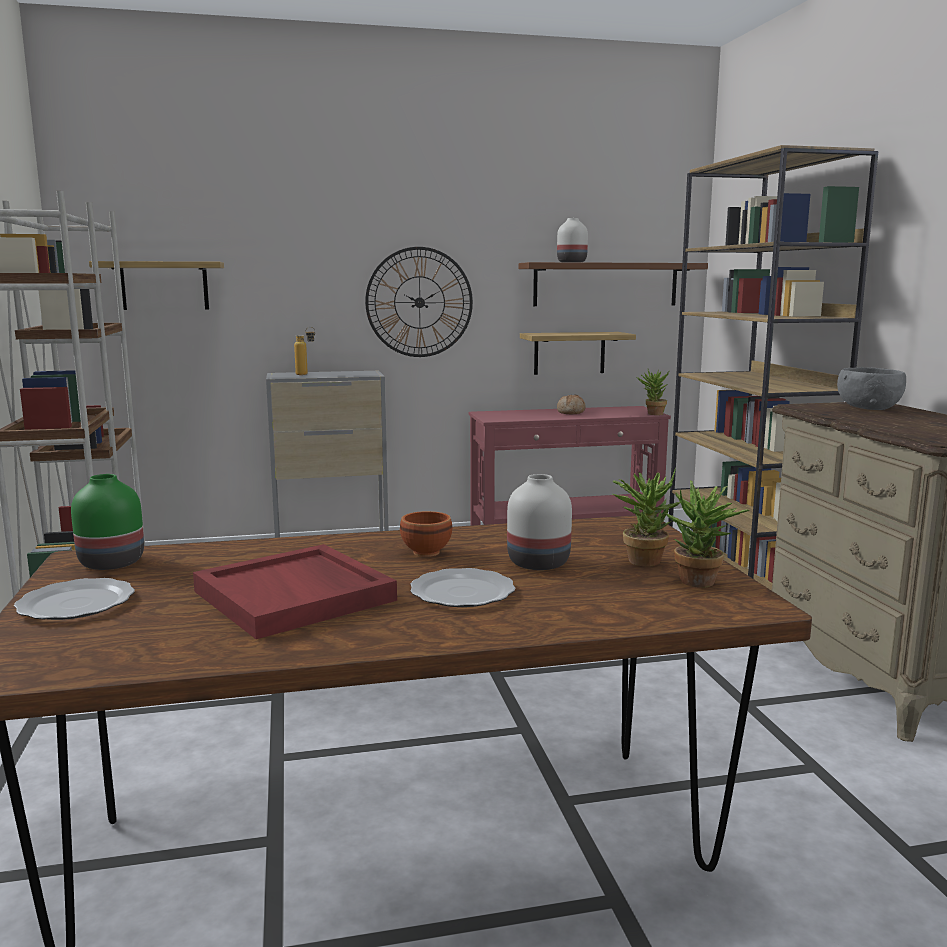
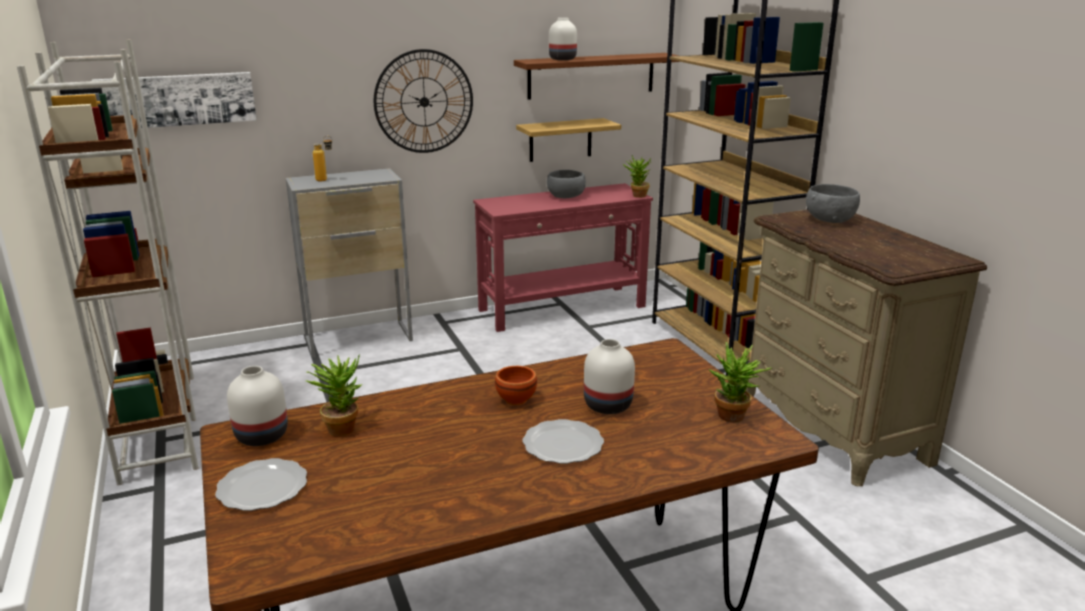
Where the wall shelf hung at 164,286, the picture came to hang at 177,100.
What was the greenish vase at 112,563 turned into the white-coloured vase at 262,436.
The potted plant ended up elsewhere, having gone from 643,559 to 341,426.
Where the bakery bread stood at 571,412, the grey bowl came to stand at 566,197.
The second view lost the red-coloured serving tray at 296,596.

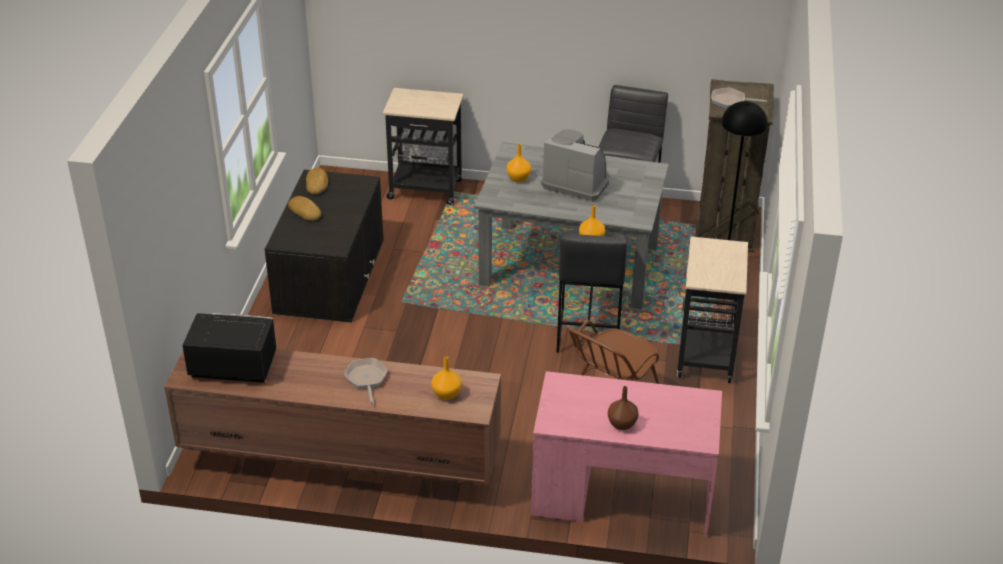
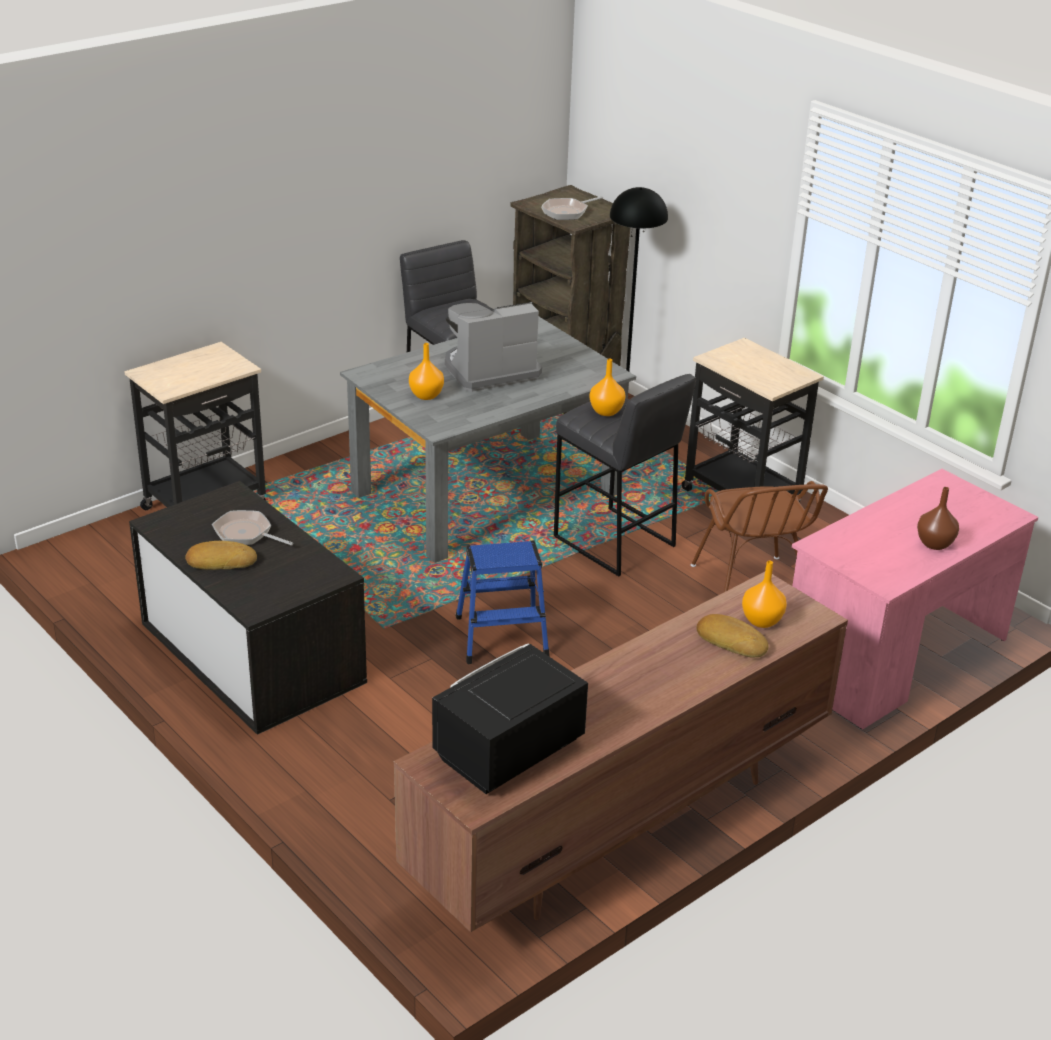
The skillet ended up elsewhere, having gone from 366,379 to 246,534.
The second view gained the blue-coloured step stool at 501,635.
The bakery bread ended up elsewhere, having gone from 317,184 to 732,640.

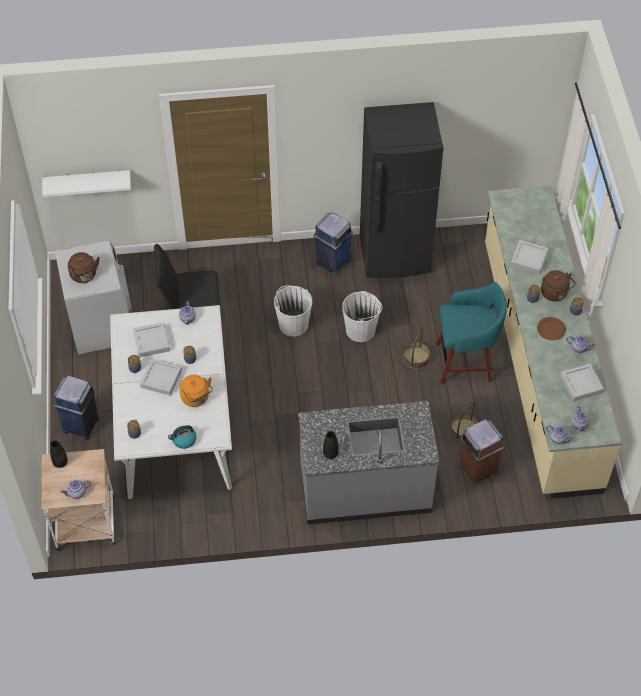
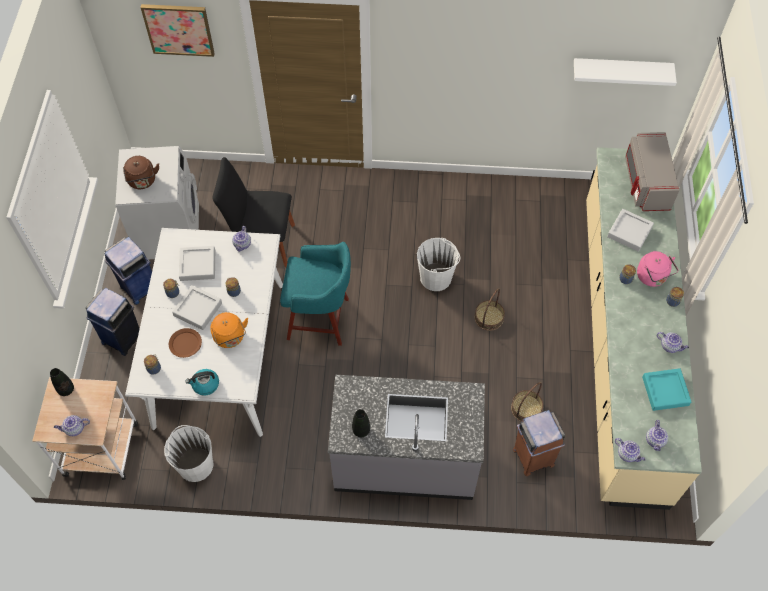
The blue-coloured waste bin ended up elsewhere, having gone from 332,262 to 138,288.
The second view gained the picture at 178,29.
The white-coloured bucket ended up elsewhere, having gone from 293,324 to 195,464.
The brownish dinner plate ended up elsewhere, having gone from 551,329 to 185,343.
The turquoise stool ended up elsewhere, having gone from 465,362 to 320,319.
The white-coloured wall shelf ended up elsewhere, having gone from 87,182 to 621,70.
The second view gained the grey microwave at 646,183.
What was the brownish kettle at 555,294 turned into the pink-coloured kettle at 652,277.
What was the grey serving tray at 581,384 turned into the turquoise serving tray at 665,391.
The second view lost the black kitchen fridge at 394,255.

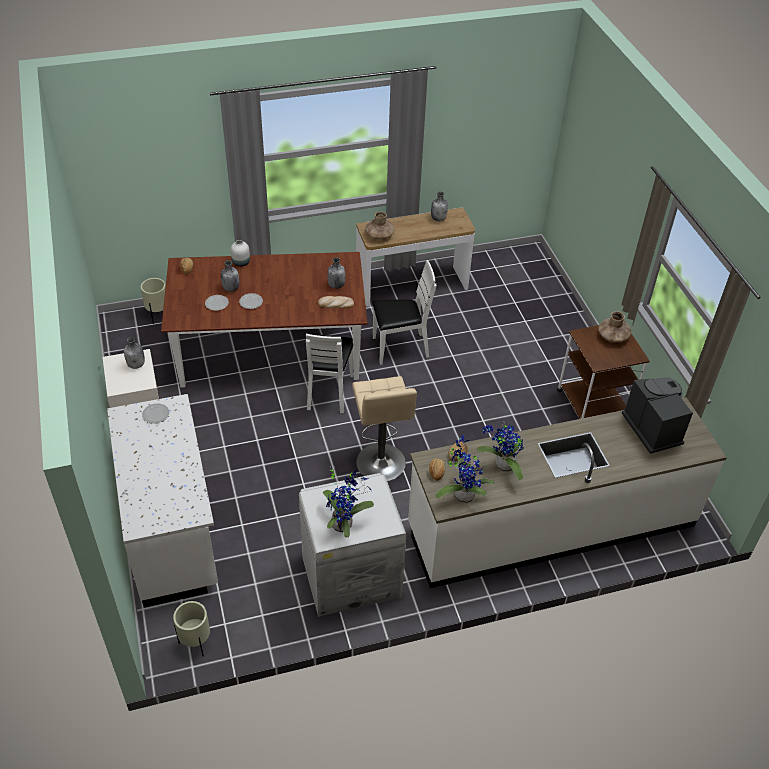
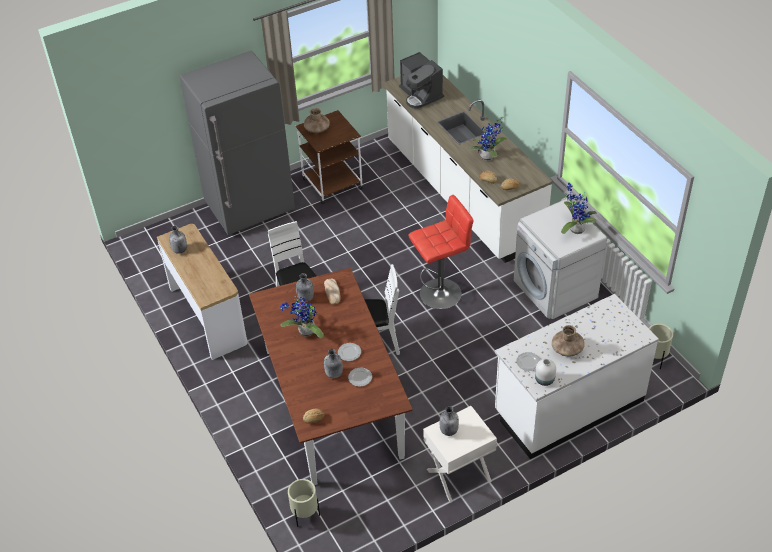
The second view gained the grey kitchen fridge at 251,210.
The potted plant ended up elsewhere, having gone from 462,494 to 305,332.
The coffee maker at 652,428 ended up facing another way, 90 degrees counterclockwise from before.
What was the beige-coloured stool at 380,463 turned into the red-coloured stool at 441,294.
The white-coloured vase ended up elsewhere, having gone from 241,262 to 544,380.
The brownish vase ended up elsewhere, having gone from 379,235 to 567,349.

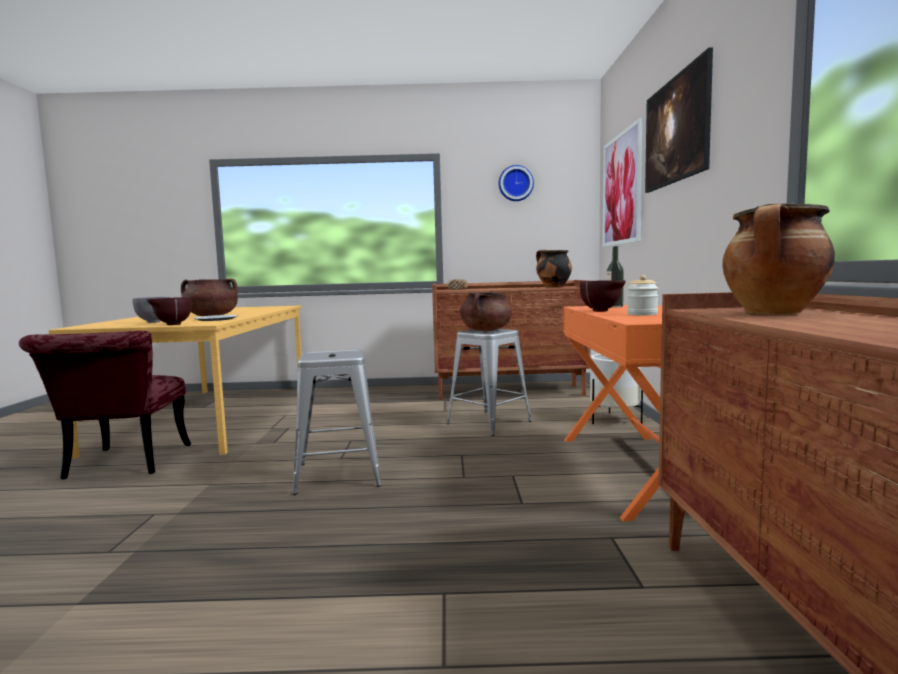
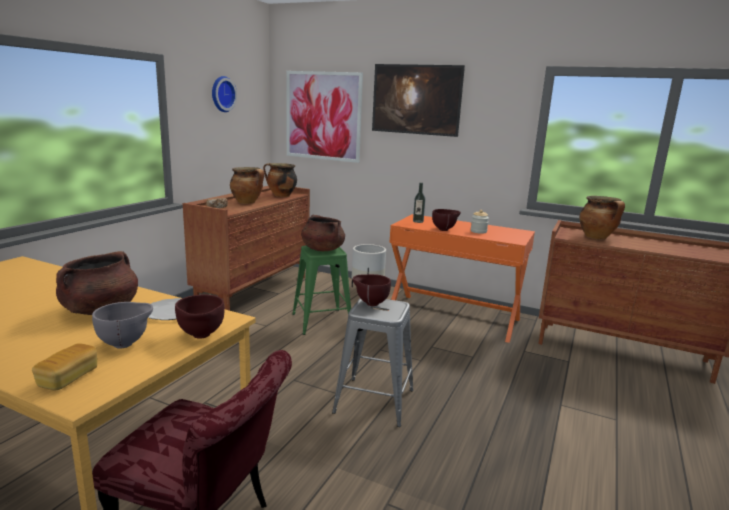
The second view gained the bakery bread at 68,378.
The second view gained the saucepot at 247,202.
What was the grey stool at 489,422 turned into the greenish stool at 321,321.
The second view gained the brownish bowl at 370,303.

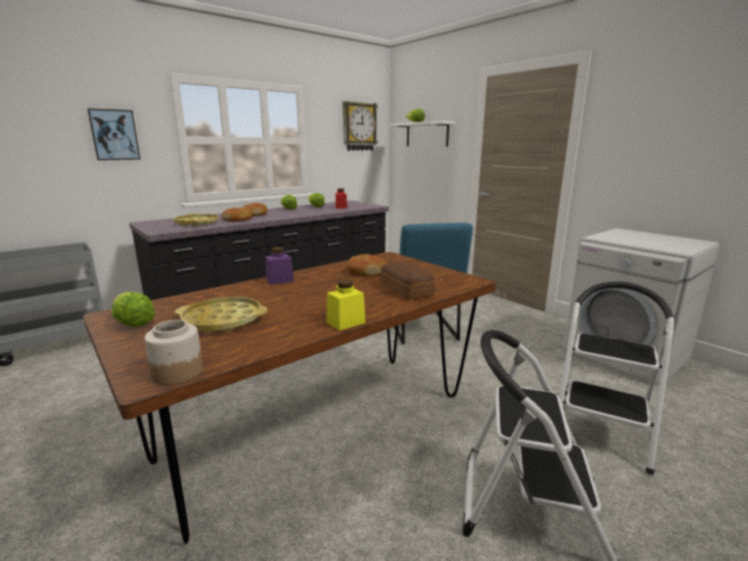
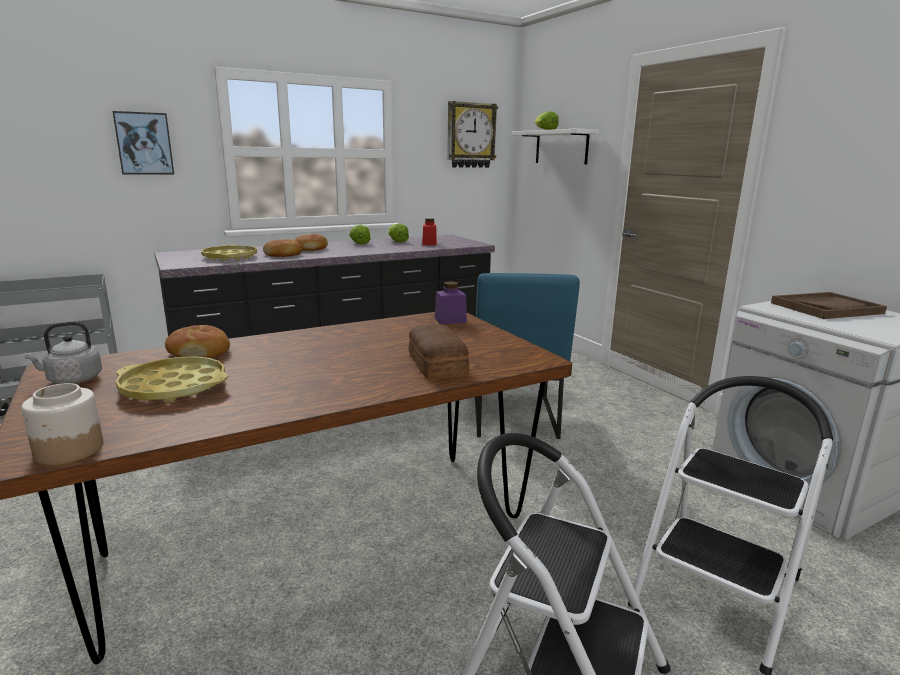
Where the head of lettuce stood at 133,322, the grey kettle came to stand at 72,380.
The bakery bread ended up elsewhere, having gone from 366,272 to 199,352.
The purple jar ended up elsewhere, having gone from 280,280 to 450,320.
The second view gained the brownish serving tray at 826,308.
The second view lost the yellowish jar at 346,322.

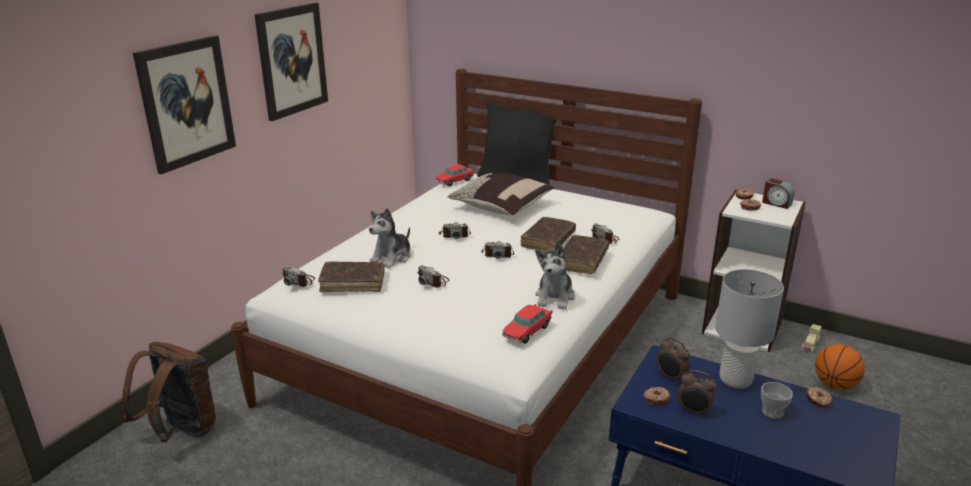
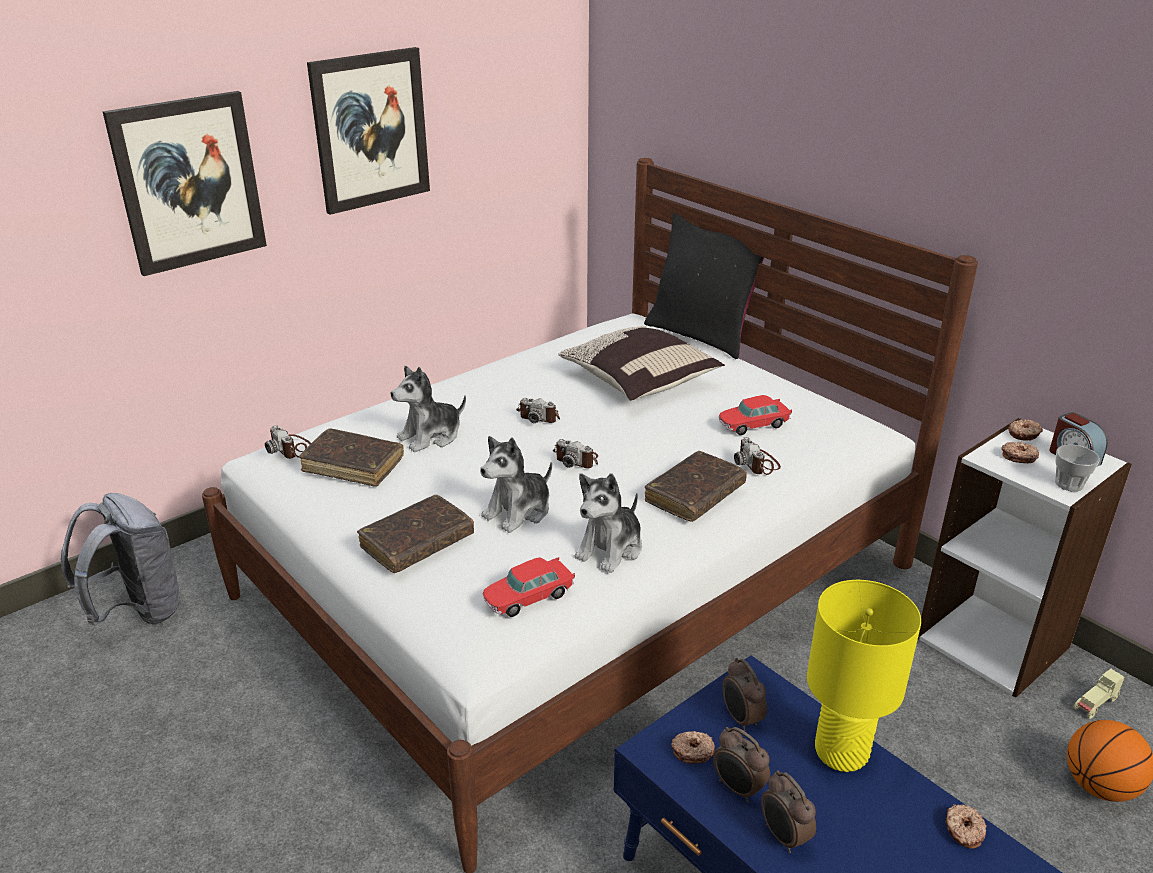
What was the brownish knapsack at 181,431 turned into the grey knapsack at 138,611.
The brownish bound book ended up elsewhere, having gone from 548,240 to 417,543.
The second view gained the cuddly toy at 519,511.
The toy car ended up elsewhere, having gone from 454,181 to 753,425.
The second view gained the table clock at 783,837.
What was the grey lamp for a table at 735,382 turned into the yellowish lamp for a table at 841,757.
The drinking cup ended up elsewhere, having gone from 772,412 to 1069,484.
The second view lost the photo camera at 433,281.

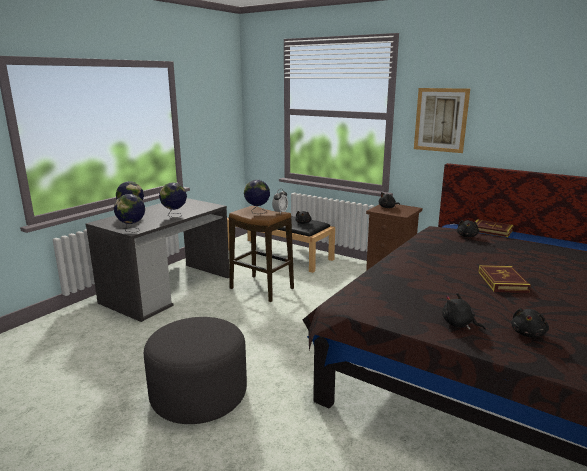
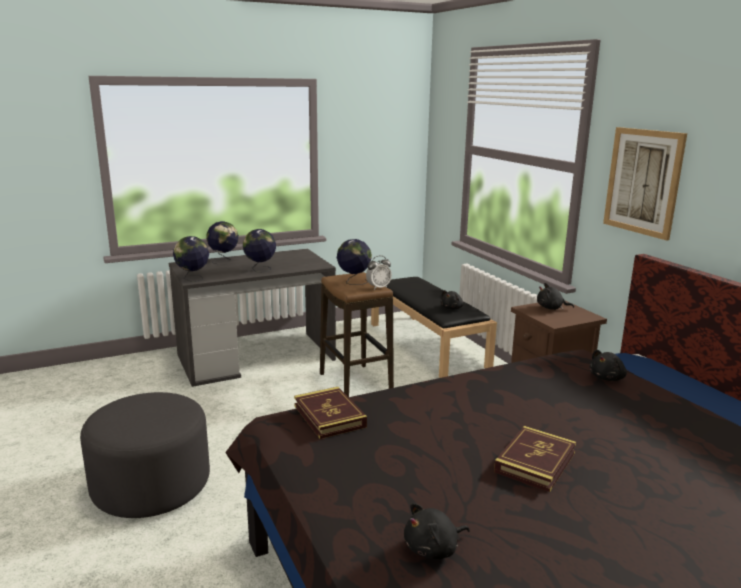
The bound book ended up elsewhere, having gone from 491,230 to 329,416.
The second view lost the black cuddly toy at 459,324.

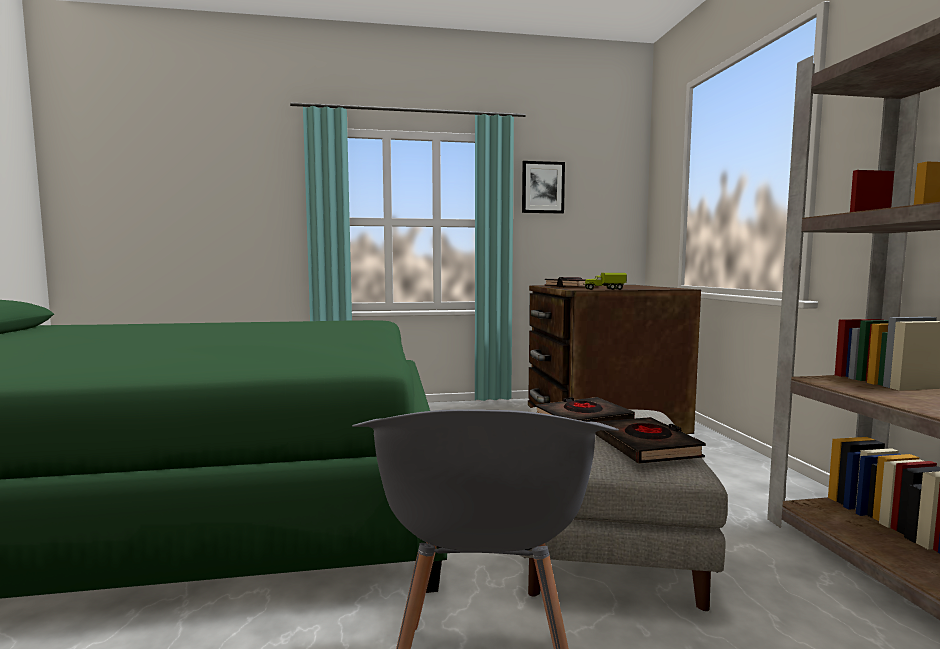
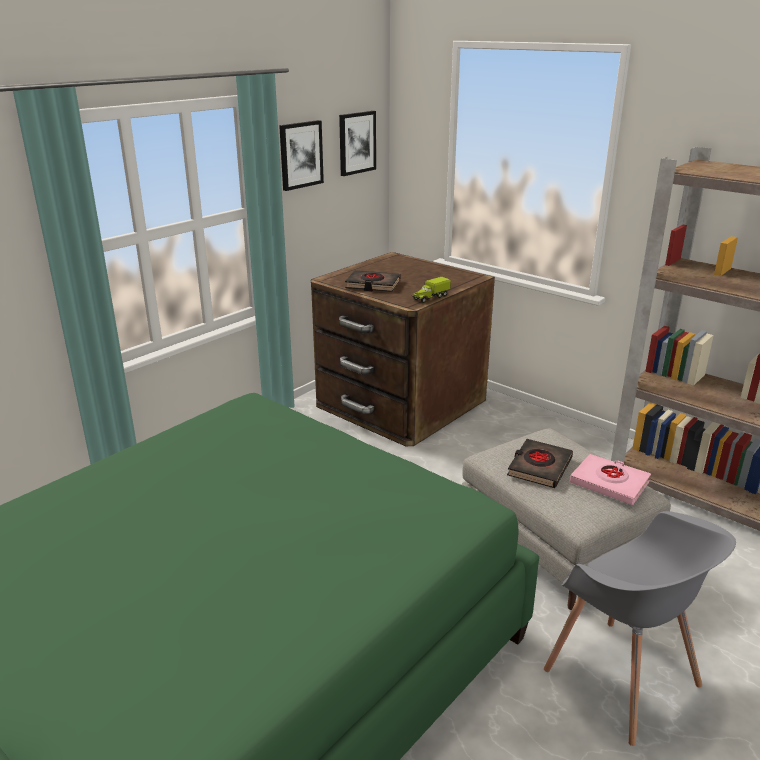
The second view gained the picture at 356,143.
What was the black bound book at 645,446 turned into the pink-coloured bound book at 609,483.

